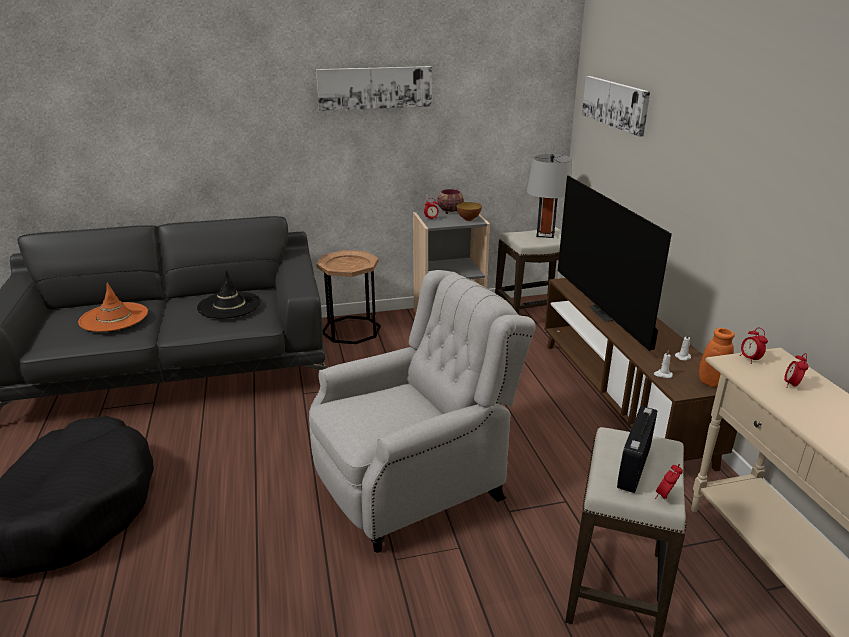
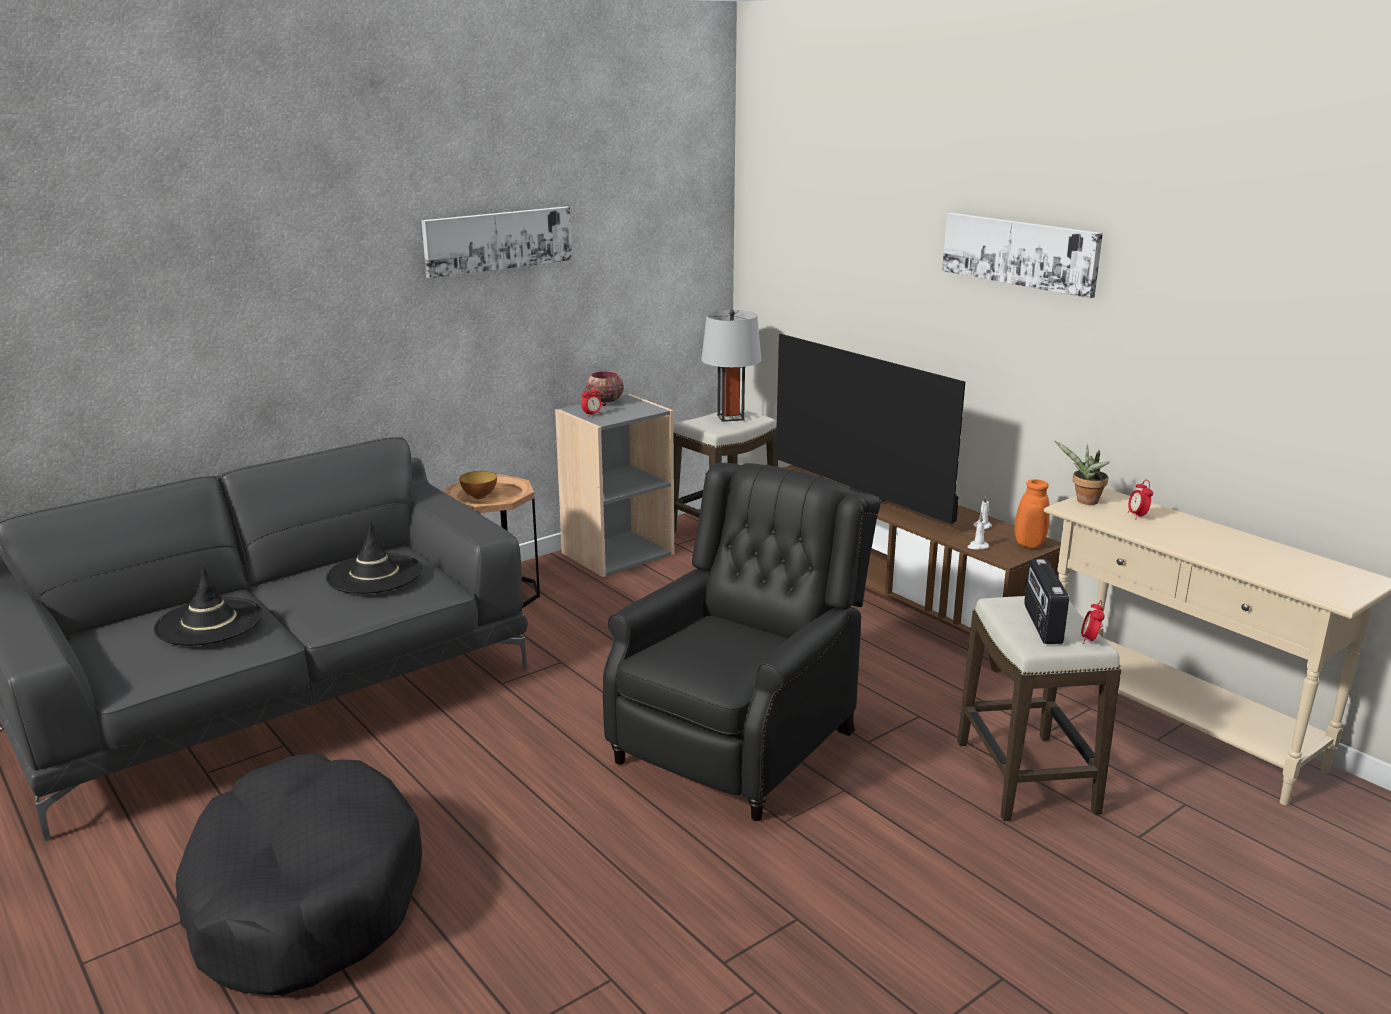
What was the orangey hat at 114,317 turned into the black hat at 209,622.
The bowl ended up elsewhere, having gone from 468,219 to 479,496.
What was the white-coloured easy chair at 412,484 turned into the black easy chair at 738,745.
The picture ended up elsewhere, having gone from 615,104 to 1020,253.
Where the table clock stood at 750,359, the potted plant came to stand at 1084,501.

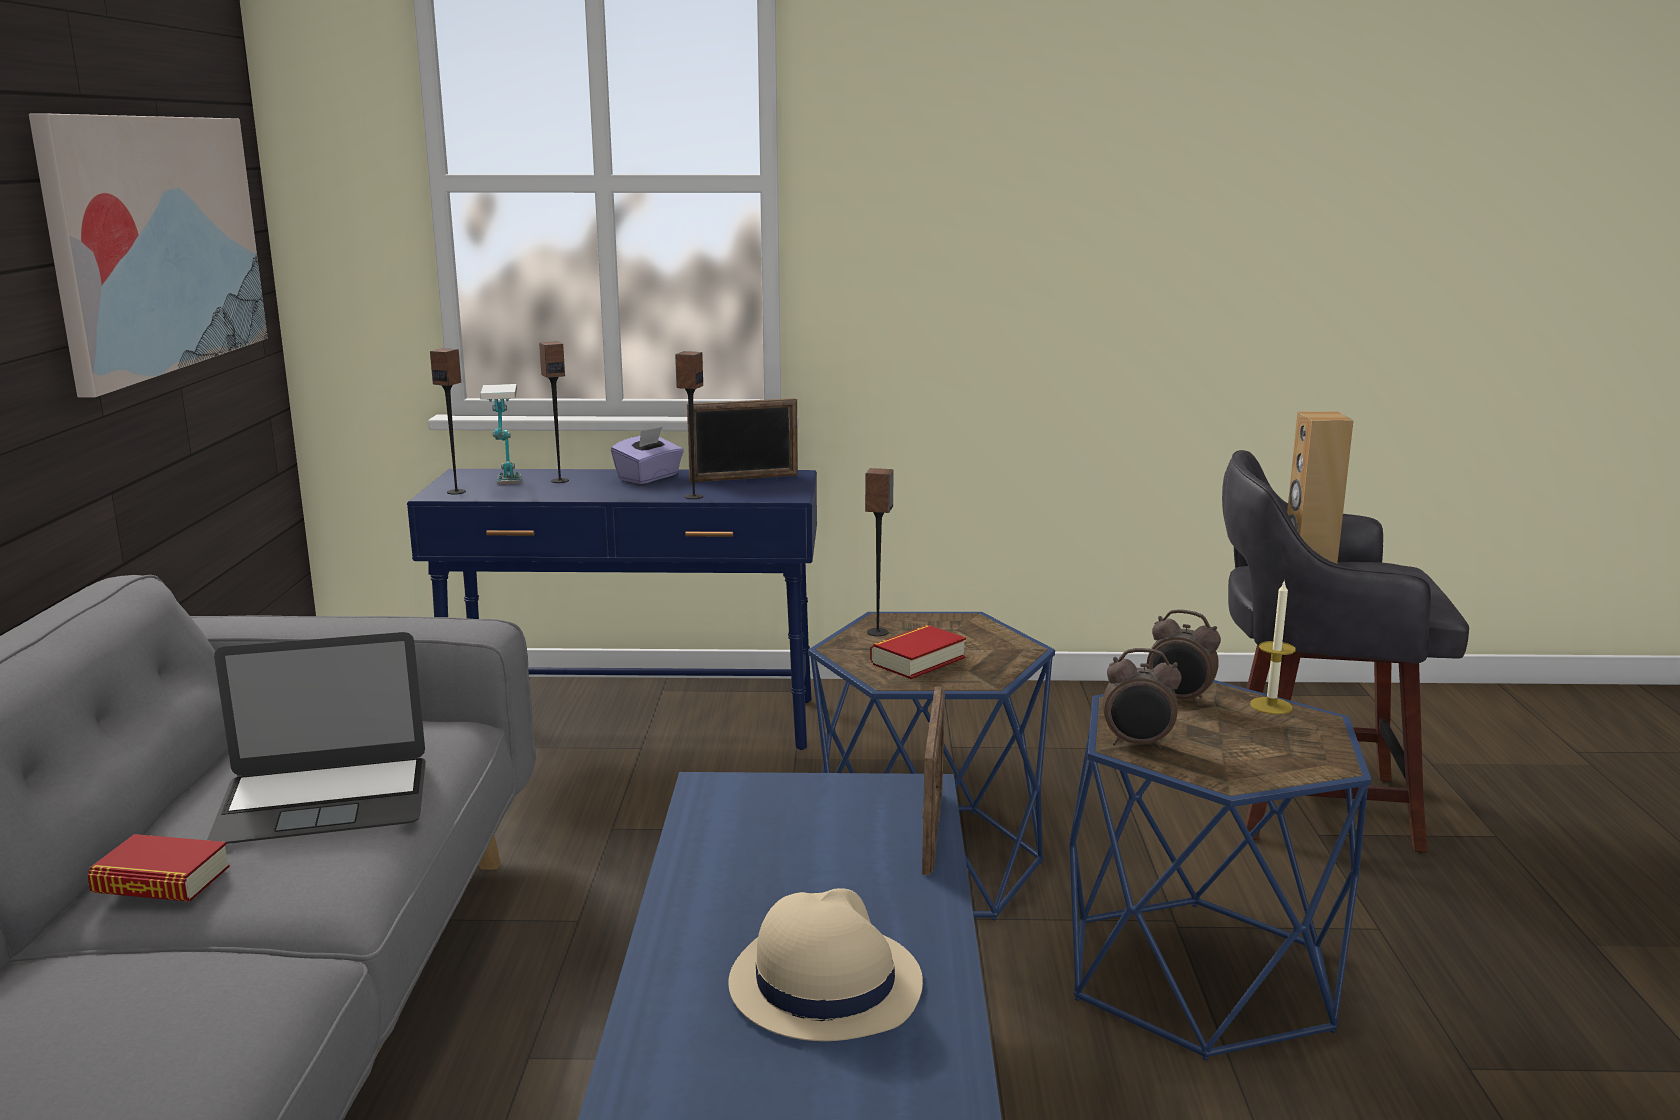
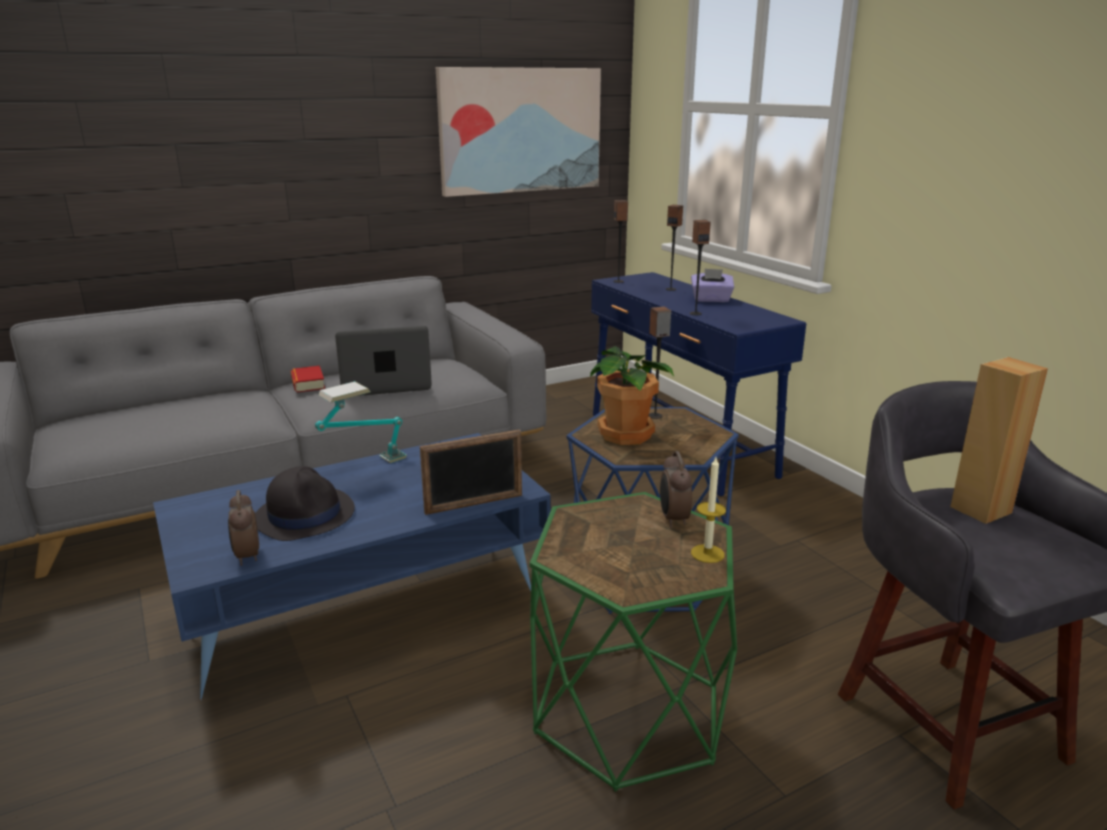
The table clock ended up elsewhere, having gone from 1138,744 to 247,556.
What was the beige-coloured hat at 823,983 turned into the black hat at 305,515.
The lamp for a table ended up elsewhere, having gone from 507,490 to 365,466.
The laptop at 324,800 ended up facing another way, 120 degrees clockwise from before.
What was the blue-coloured accent table at 1200,976 turned into the greenish accent table at 626,711.
Where the bound book stood at 918,660, the potted plant came to stand at 627,434.
The second view lost the picture frame at 744,478.

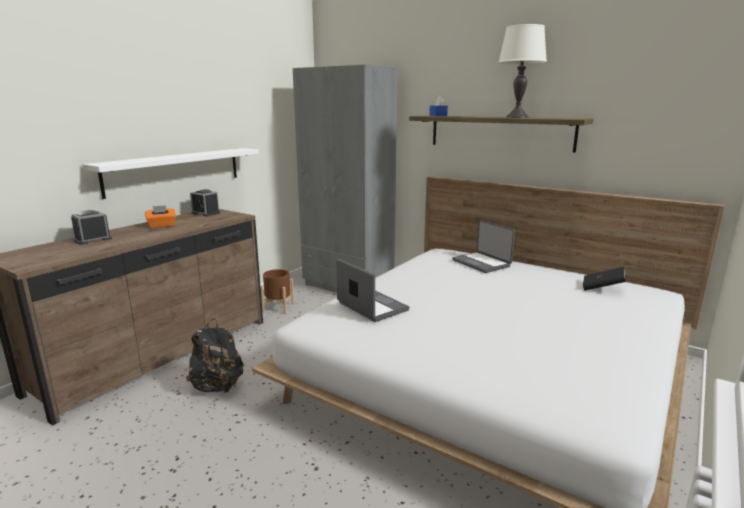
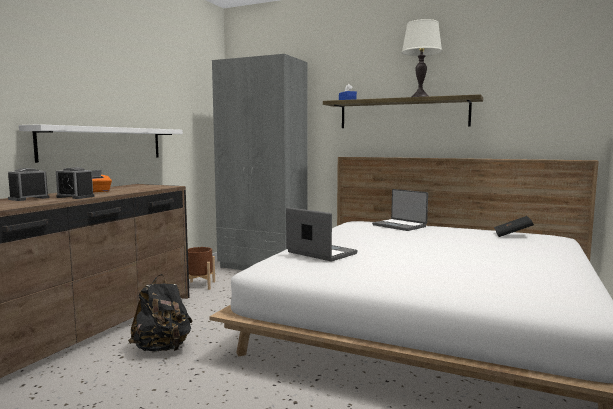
The table clock ended up elsewhere, having gone from 205,213 to 75,197.

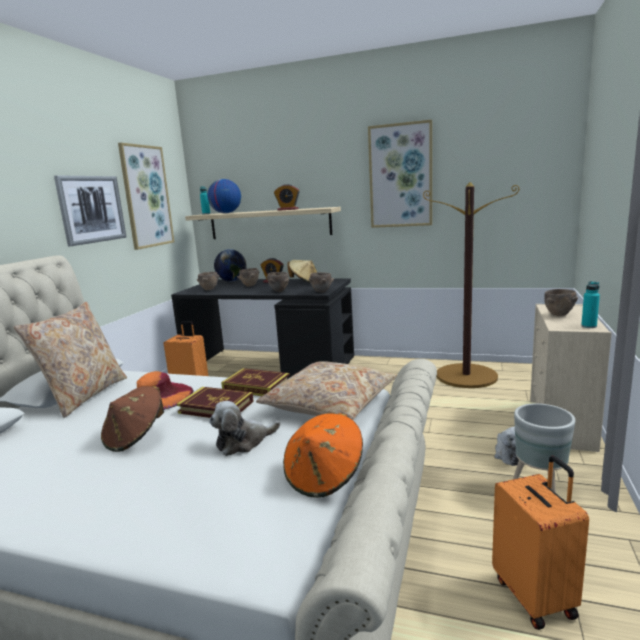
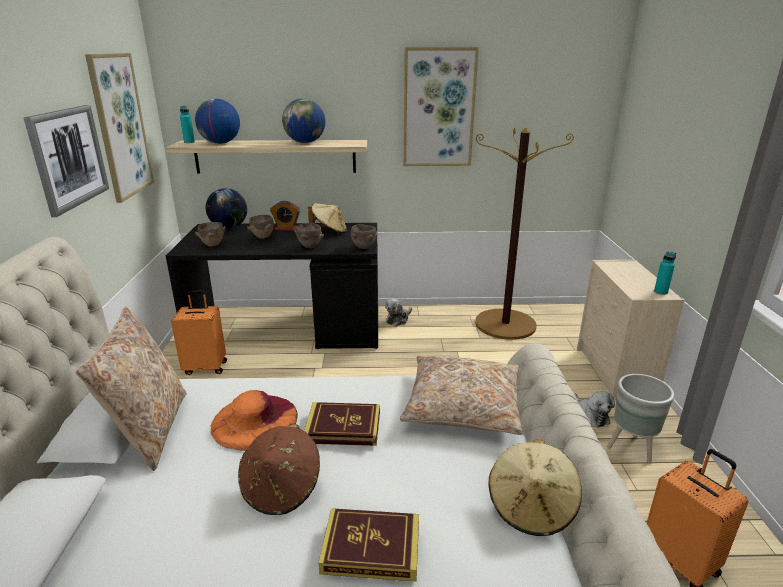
Where the table clock stood at 288,209, the desk globe came to stand at 305,143.
The bound book ended up elsewhere, having gone from 256,386 to 371,548.
The cuddly toy ended up elsewhere, having gone from 243,442 to 398,319.
What was the orangey hat at 324,477 turned into the beige-coloured hat at 531,507.
The second view lost the brownish bowl at 558,315.

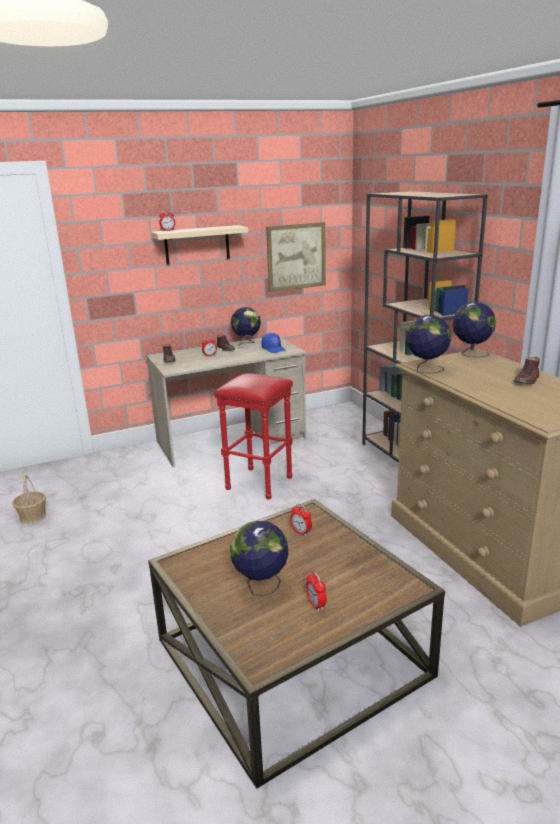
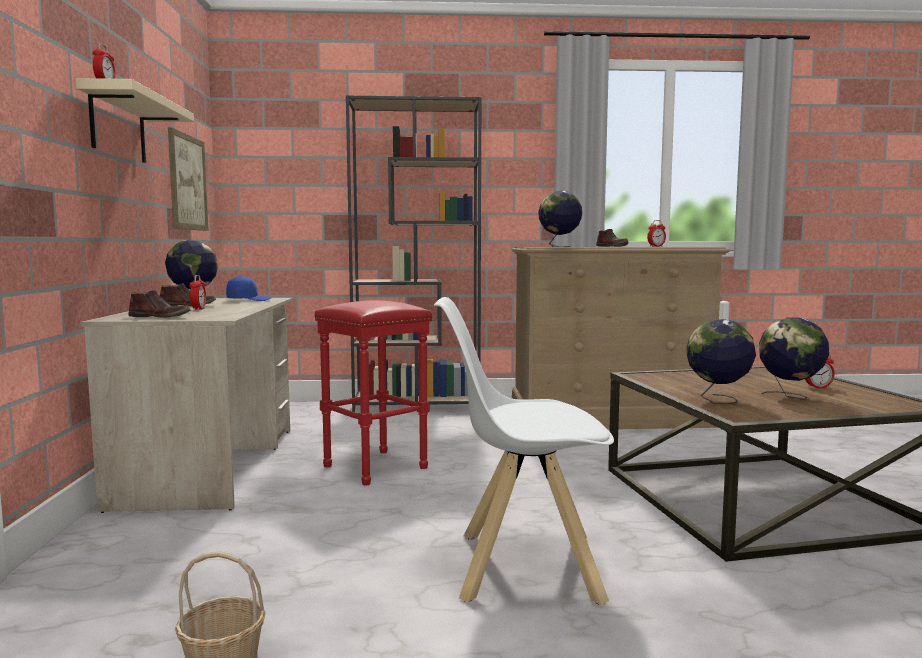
The second view gained the white-coloured upright chair at 522,566.
The table clock ended up elsewhere, having gone from 301,532 to 656,246.
The desk globe ended up elsewhere, having gone from 471,354 to 718,400.

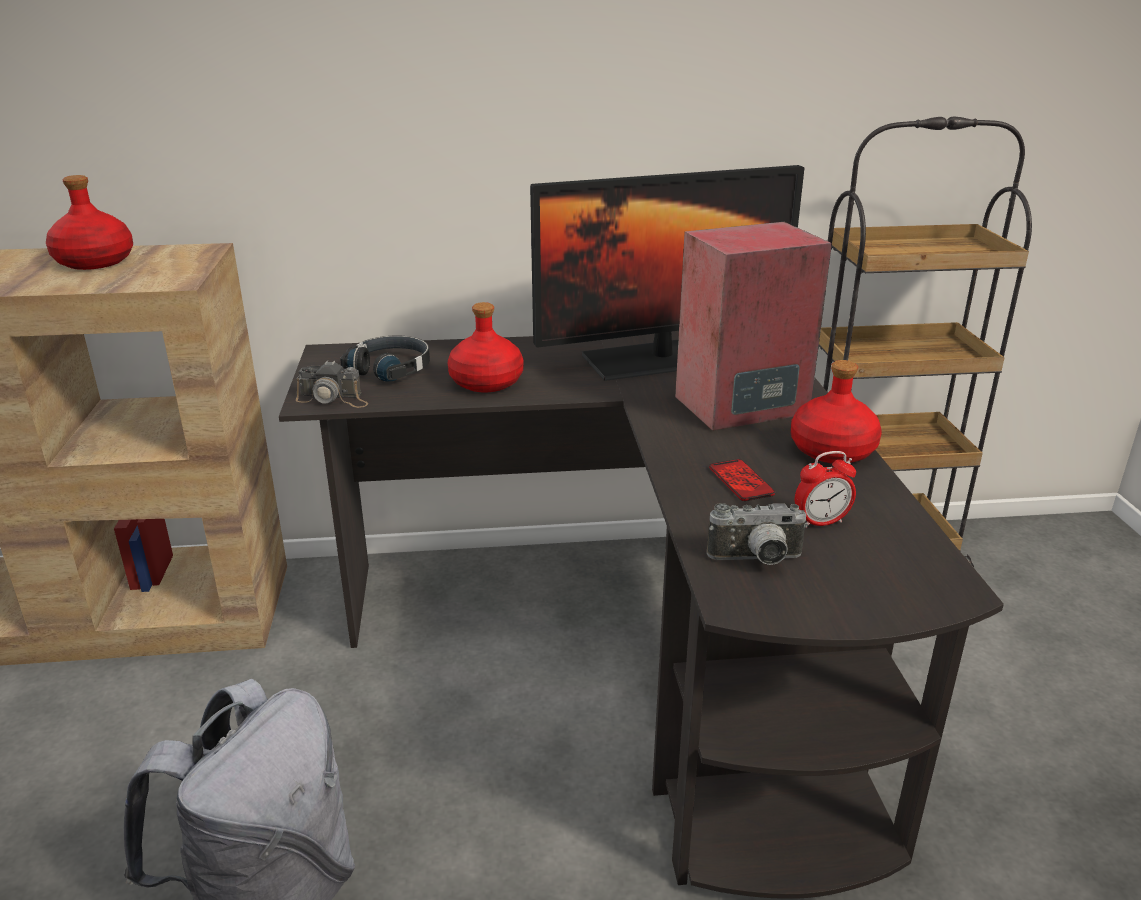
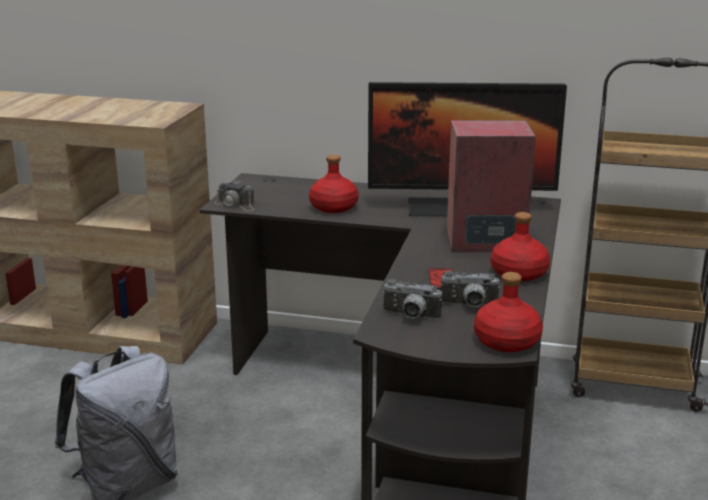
Where the table clock stood at 821,522, the photo camera came to stand at 469,306.
The red-coloured drink bottle ended up elsewhere, having gone from 95,261 to 507,341.
The second view lost the black headphones at 391,368.

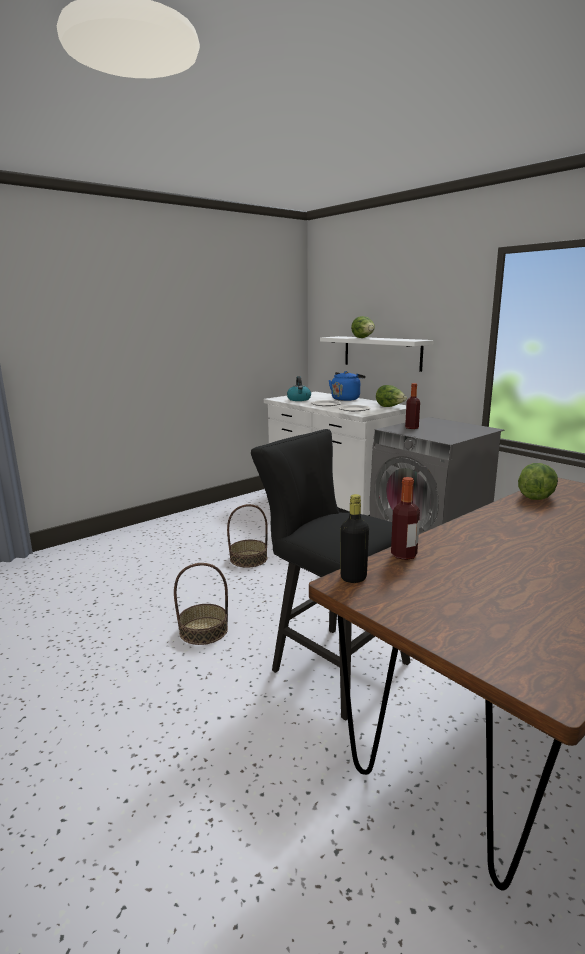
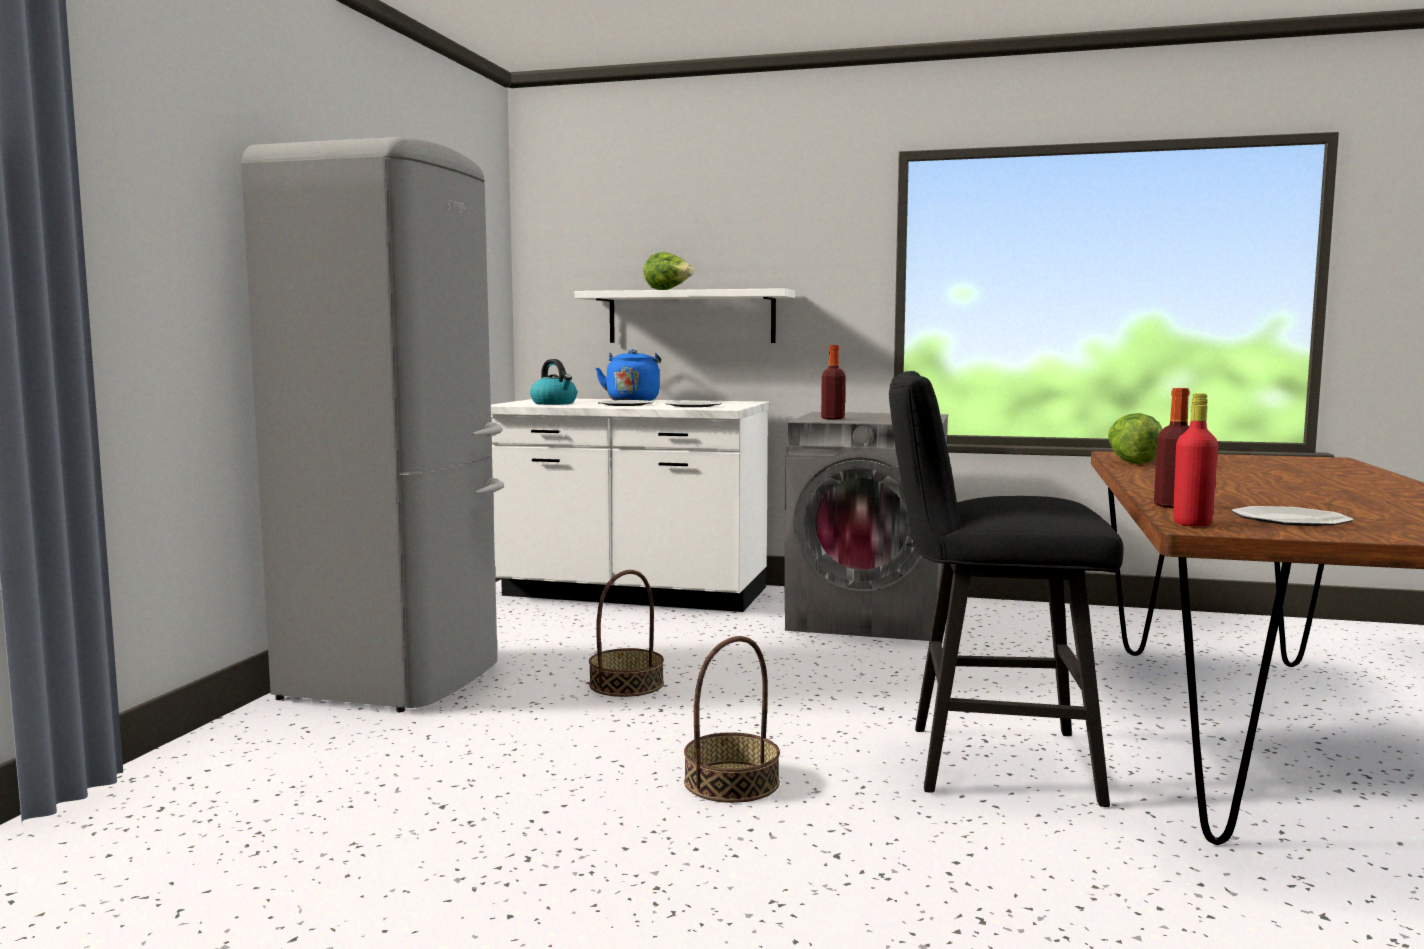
The second view gained the grey kitchen fridge at 398,679.
What was the black drink bottle at 353,578 turned into the red-coloured drink bottle at 1192,524.
The second view gained the dinner plate at 1290,520.
The second view lost the head of lettuce at 390,407.

